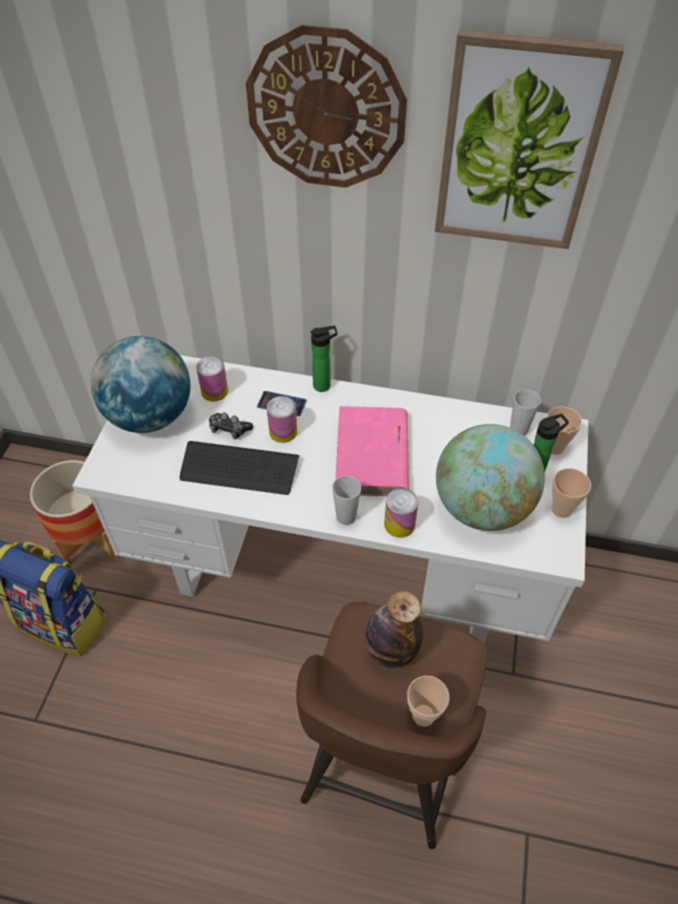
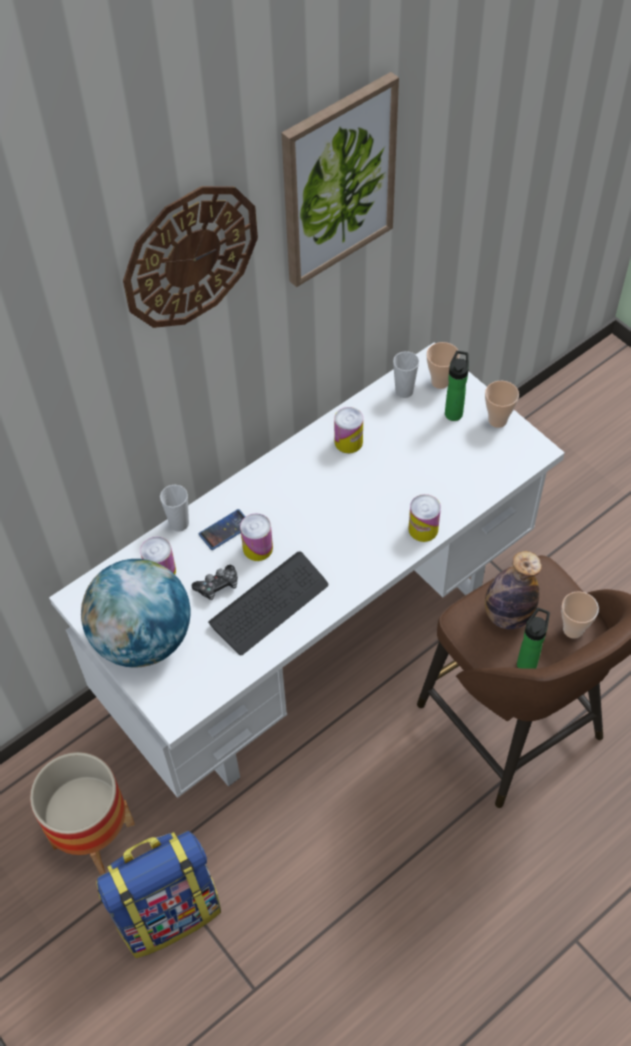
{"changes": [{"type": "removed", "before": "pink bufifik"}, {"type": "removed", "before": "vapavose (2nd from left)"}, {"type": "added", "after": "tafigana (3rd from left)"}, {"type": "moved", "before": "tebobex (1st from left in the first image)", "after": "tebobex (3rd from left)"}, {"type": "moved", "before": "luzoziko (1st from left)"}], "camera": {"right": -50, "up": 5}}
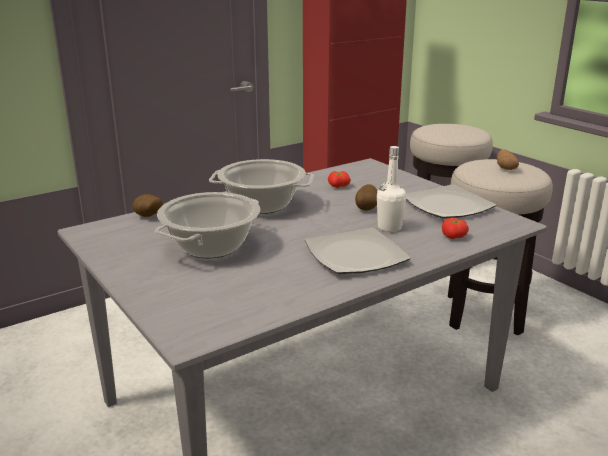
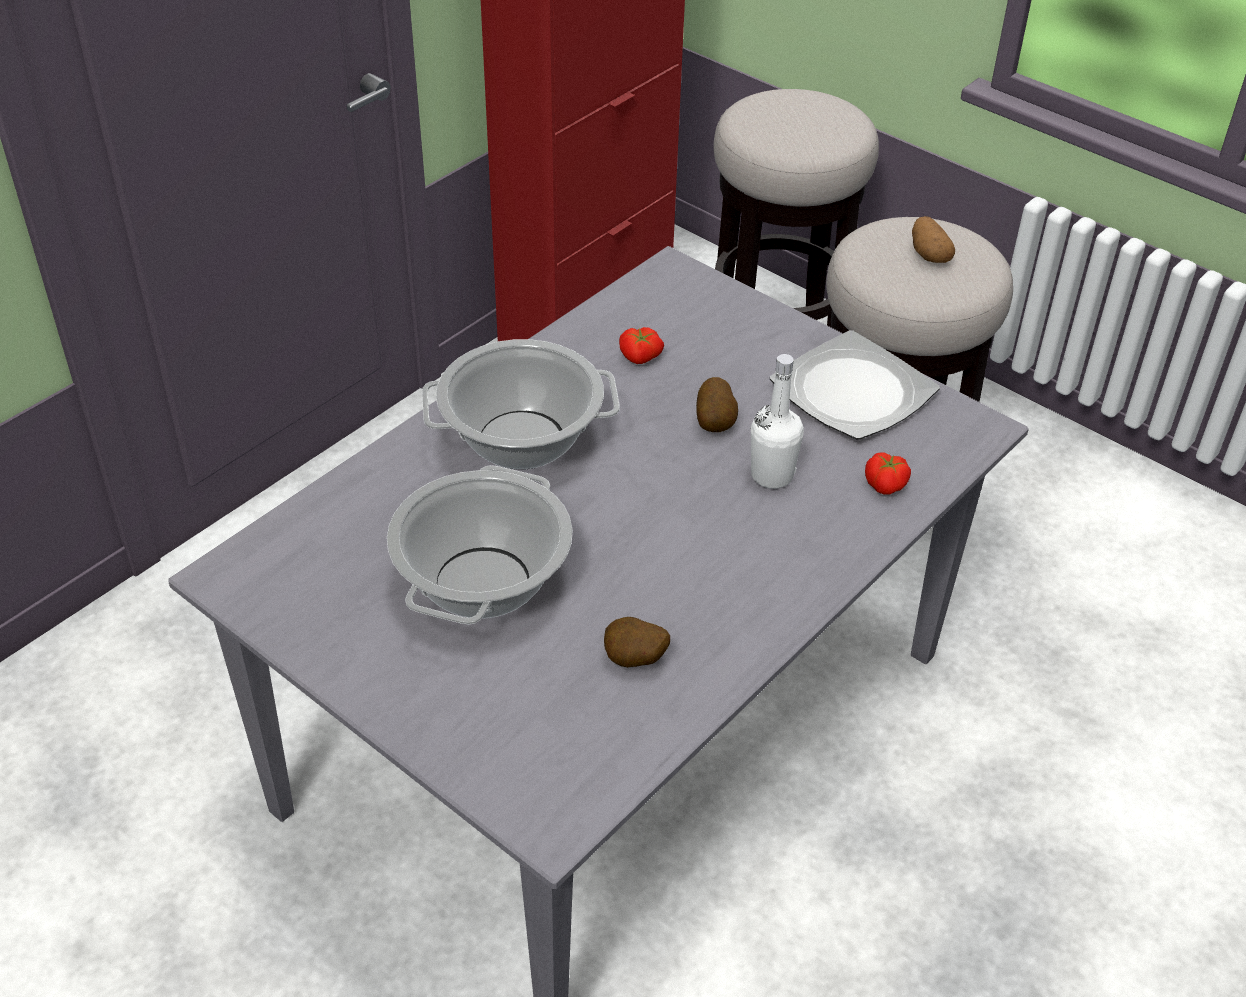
{"changes": [{"type": "removed", "before": "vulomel (1st from left)"}, {"type": "moved", "before": "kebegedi (1st from left)"}], "camera": {"right": -15, "up": 20}}
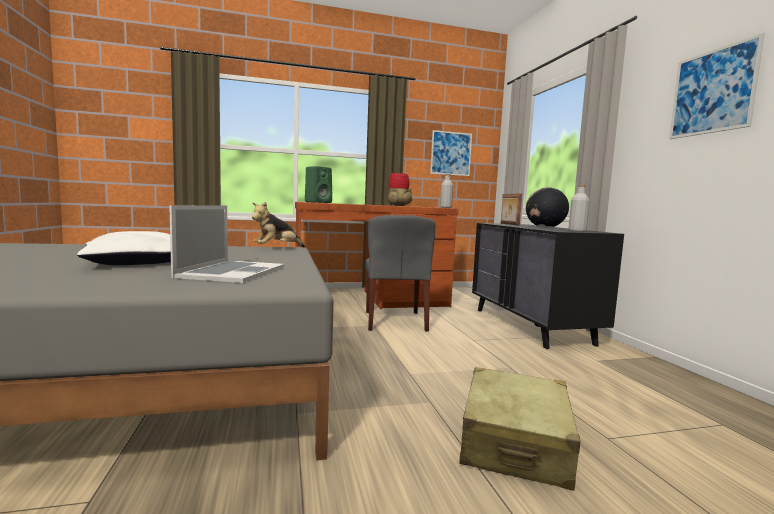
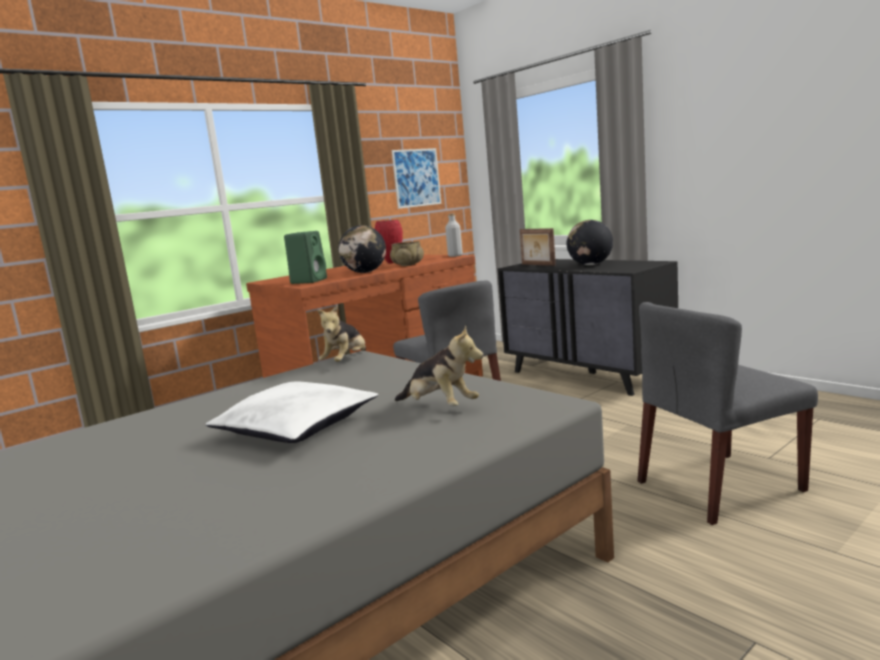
{"changes": [{"type": "removed", "before": "grey tebobex (2nd from left)"}, {"type": "removed", "before": "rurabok (2nd from left)"}, {"type": "added", "after": "vapavose (1st from left)"}, {"type": "replaced", "before": "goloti", "after": "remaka (2nd from left)"}, {"type": "replaced", "before": "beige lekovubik", "after": "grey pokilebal (2nd from left)"}], "camera": {"right": -25, "up": 5}}
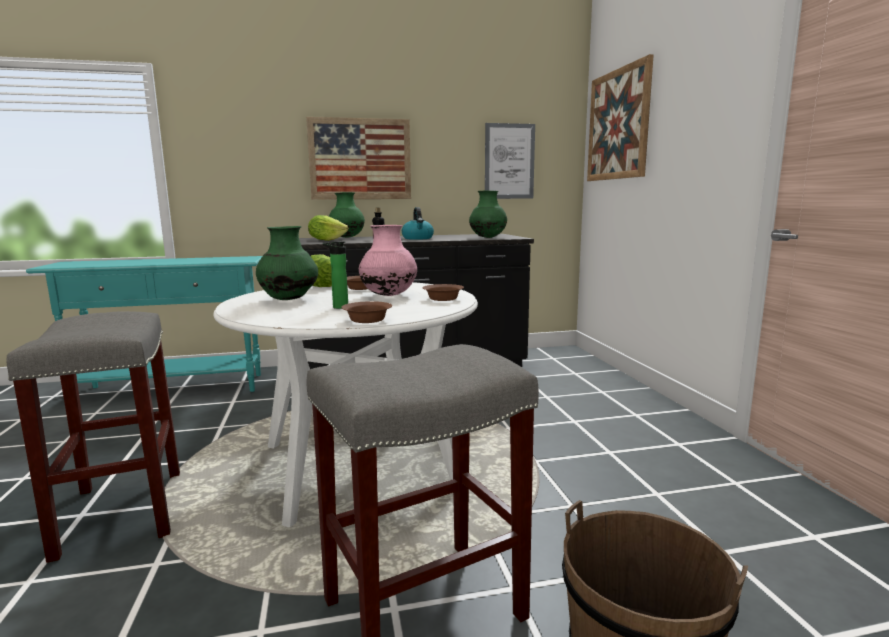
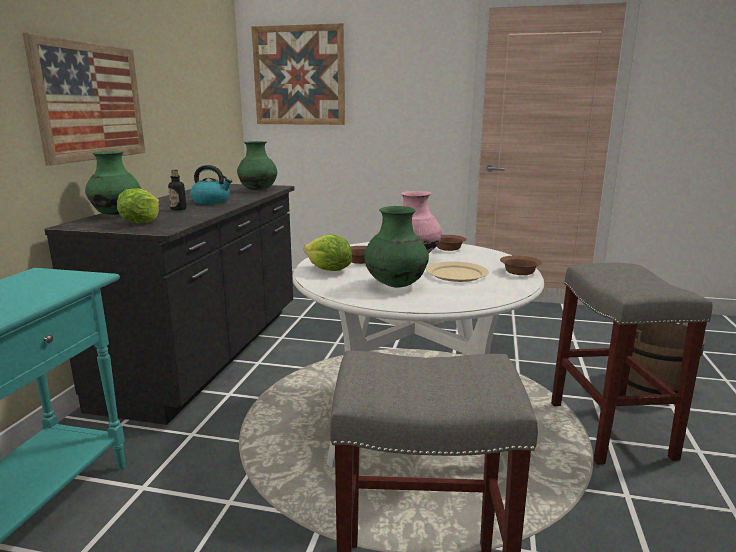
{"changes": [{"type": "removed", "before": "rurabok (2nd from left)"}, {"type": "replaced", "before": "tebobex (1st from left)", "after": "beige vulomel"}], "camera": {"right": -65, "up": 5}}
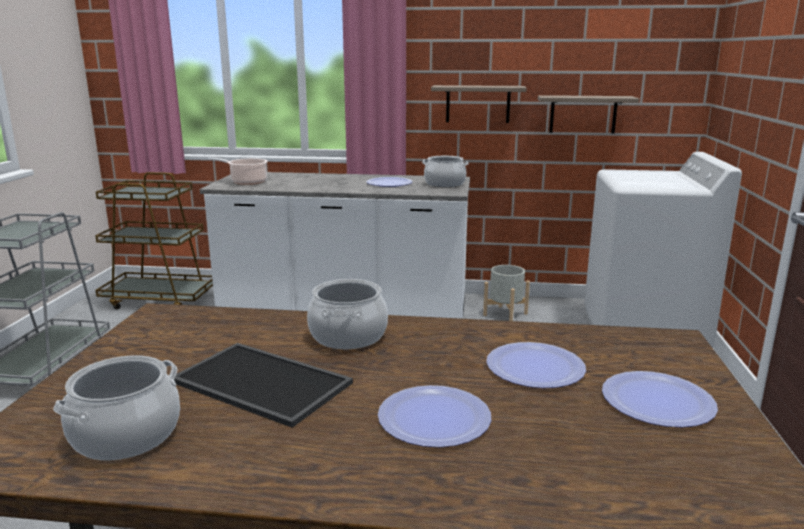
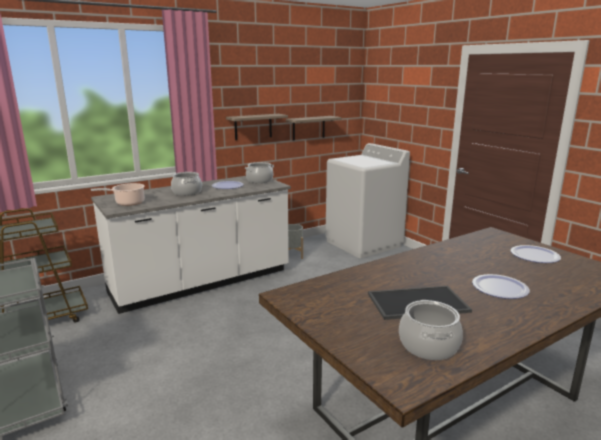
{"changes": [{"type": "removed", "before": "vulomel (3rd from left)"}, {"type": "moved", "before": "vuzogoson (3rd from left in the first image)", "after": "vuzogoson (2nd from left)"}], "camera": {"right": -40, "up": 0}}
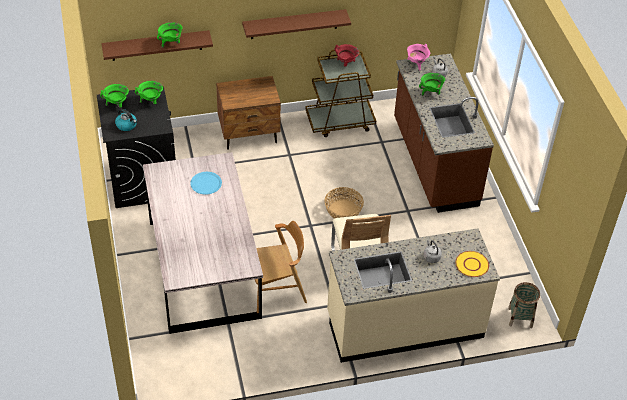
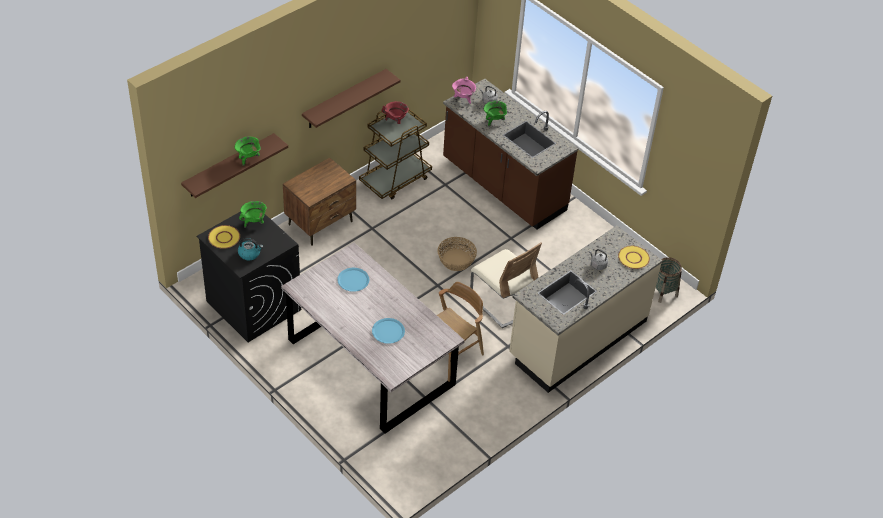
{"changes": [{"type": "added", "after": "blue vulomel (2nd from left)"}, {"type": "replaced", "before": "green vuzogoson (1st from left)", "after": "yellow vulomel (1st from left)"}], "camera": {"right": -30, "up": 0}}
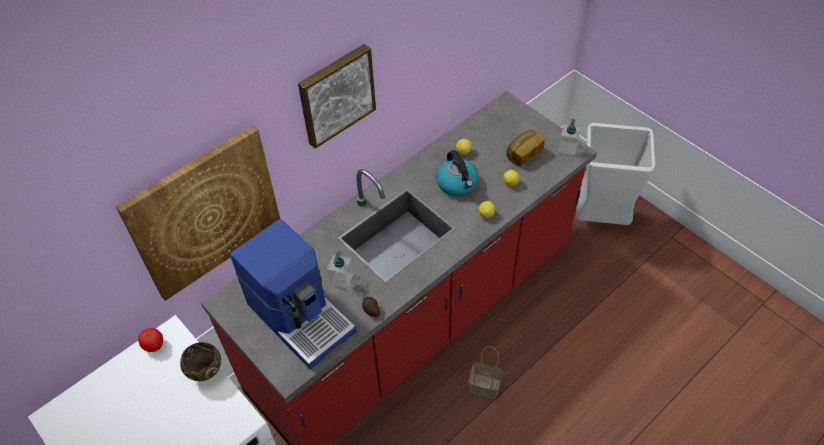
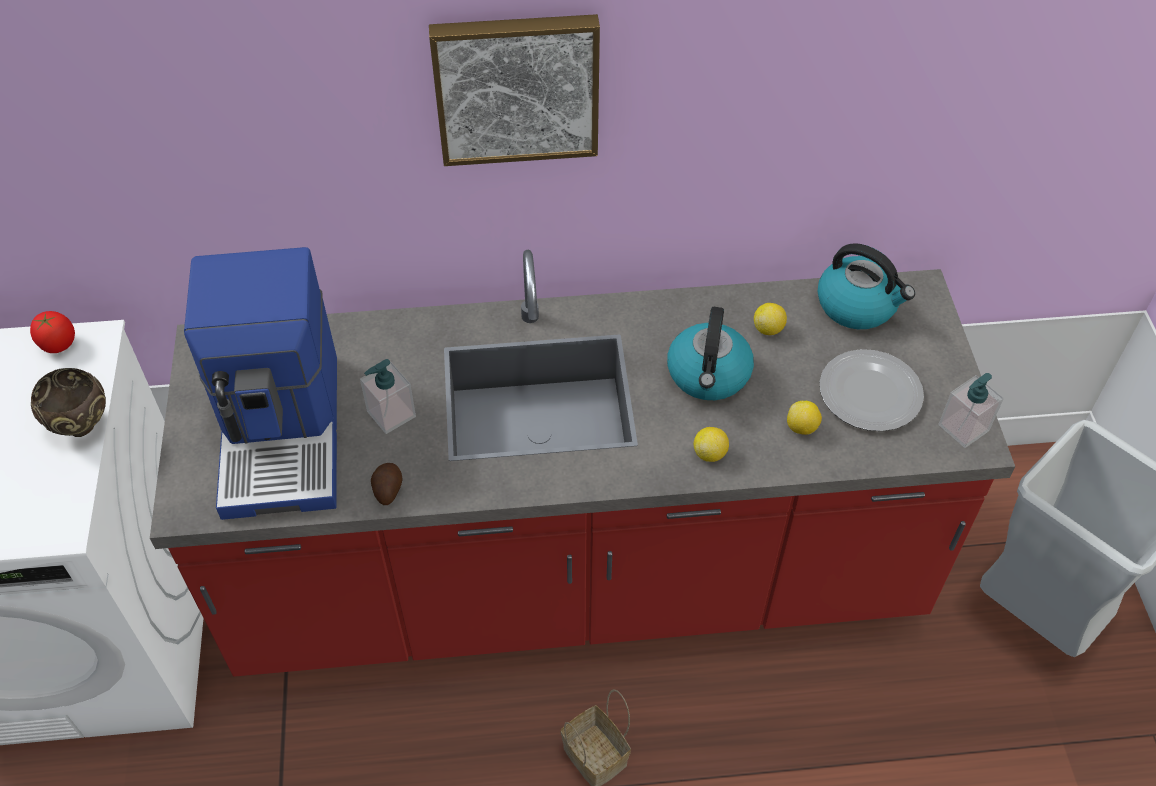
{"changes": [{"type": "removed", "before": "rurabok (1st from left)"}, {"type": "added", "after": "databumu (2nd from left)"}, {"type": "replaced", "before": "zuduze", "after": "vulomel"}], "camera": {"right": 35, "up": 0}}
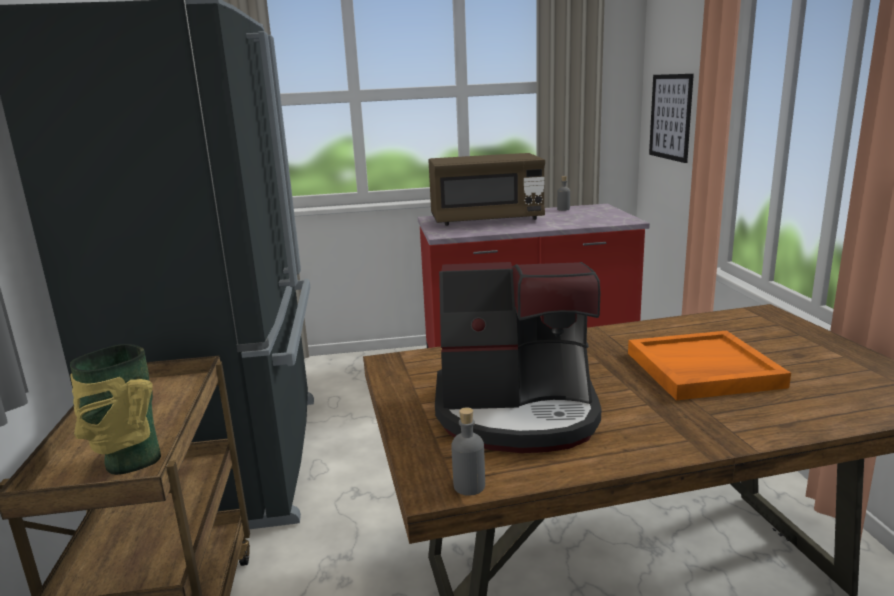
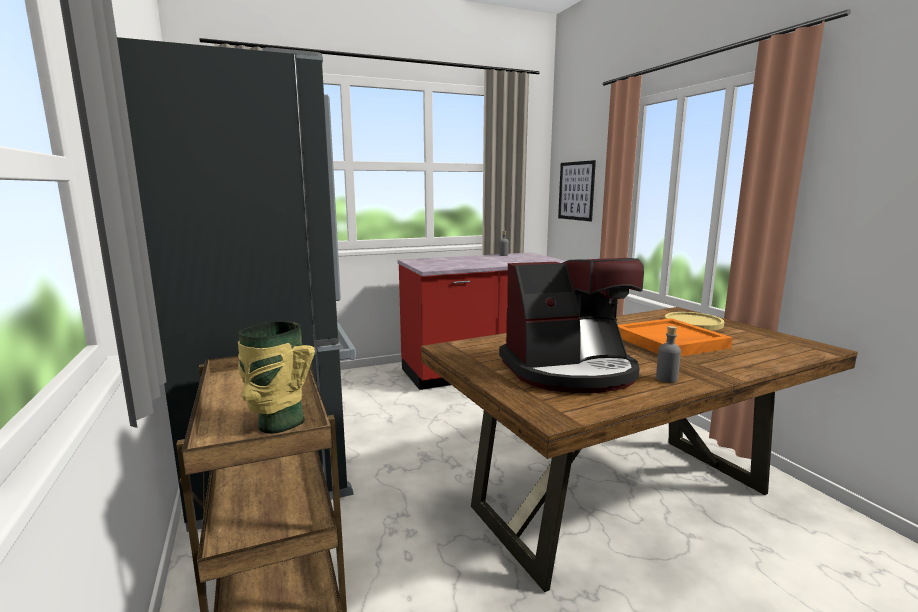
{"changes": [{"type": "removed", "before": "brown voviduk"}, {"type": "added", "after": "yellow vulomel"}, {"type": "moved", "before": "grey tebobex (1st from left in the first image)", "after": "grey tebobex (2nd from left)"}], "camera": {"right": -15, "up": -5}}
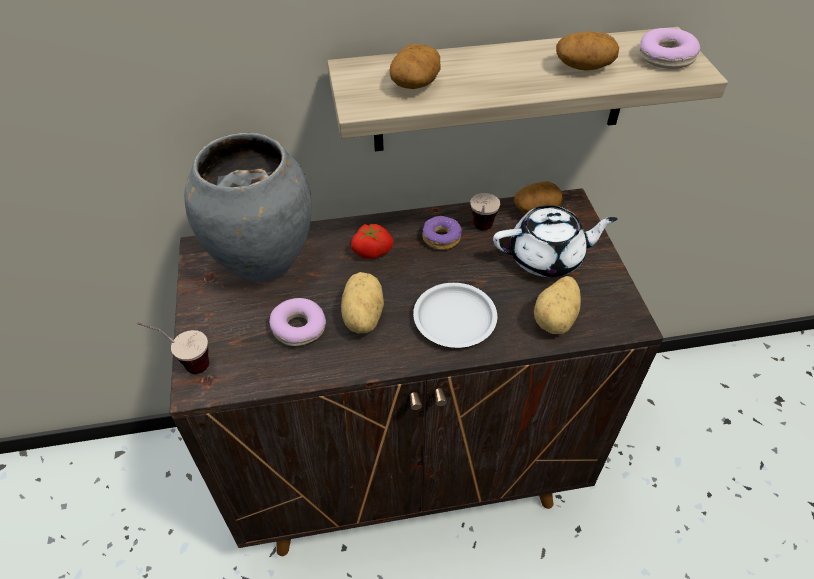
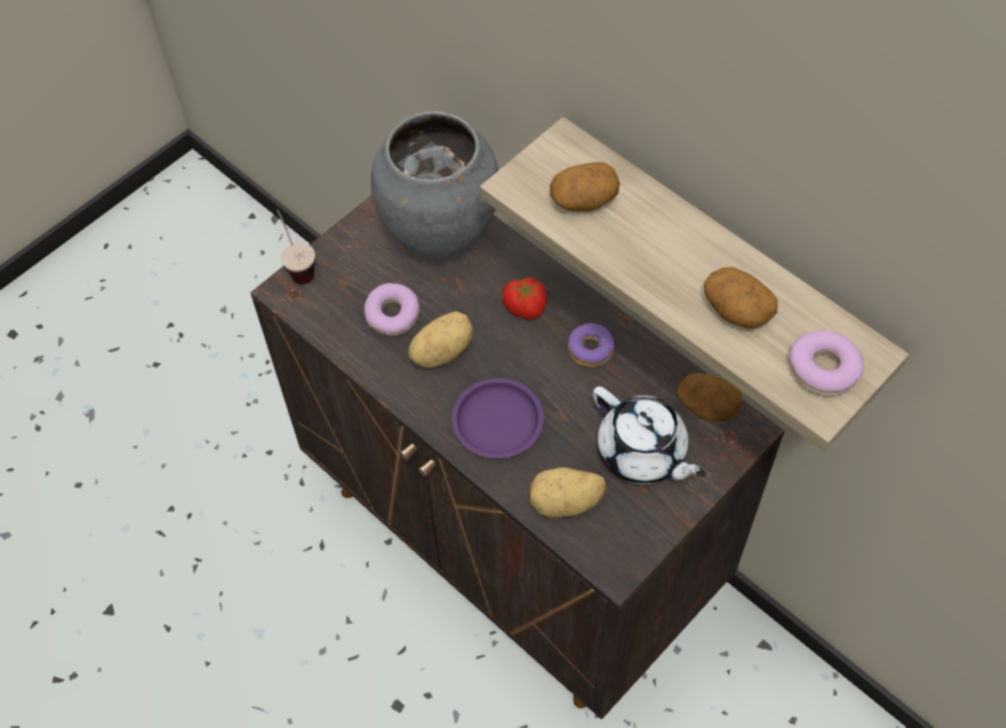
{"changes": [{"type": "removed", "before": "luzoziko (2nd from left)"}, {"type": "recoloured", "before": "white vulomel", "after": "purple vulomel"}], "camera": {"right": 55, "up": 10}}
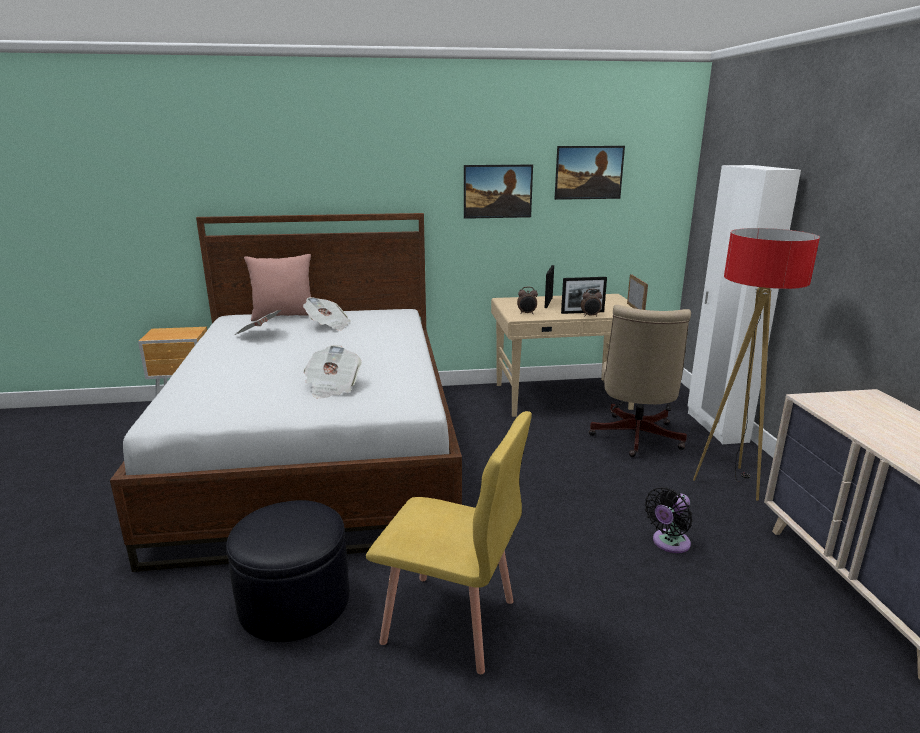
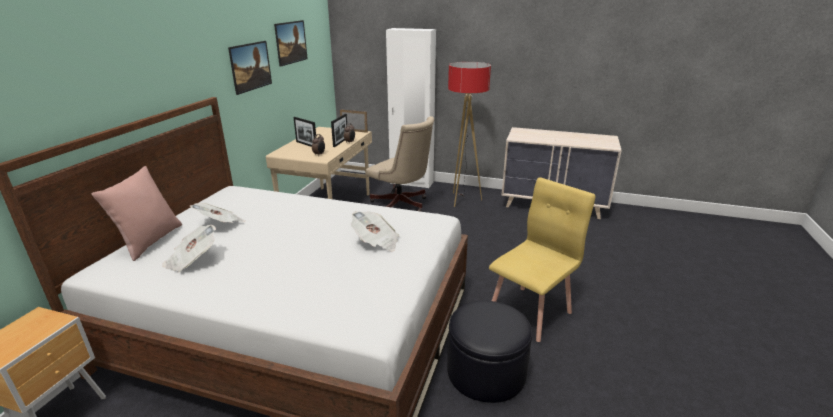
{"changes": [{"type": "removed", "before": "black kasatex"}], "camera": {"right": -65, "up": 5}}
